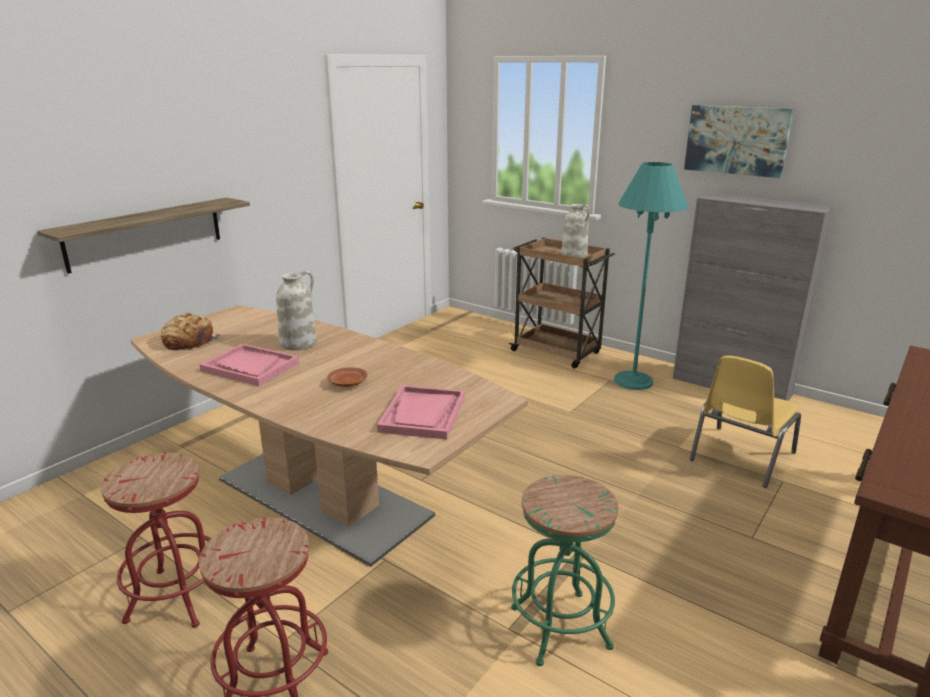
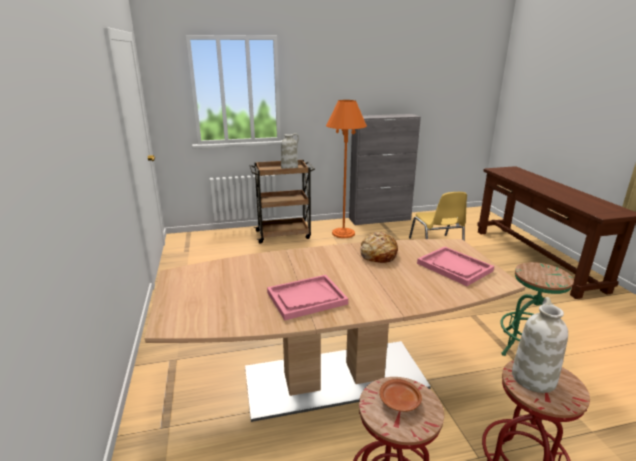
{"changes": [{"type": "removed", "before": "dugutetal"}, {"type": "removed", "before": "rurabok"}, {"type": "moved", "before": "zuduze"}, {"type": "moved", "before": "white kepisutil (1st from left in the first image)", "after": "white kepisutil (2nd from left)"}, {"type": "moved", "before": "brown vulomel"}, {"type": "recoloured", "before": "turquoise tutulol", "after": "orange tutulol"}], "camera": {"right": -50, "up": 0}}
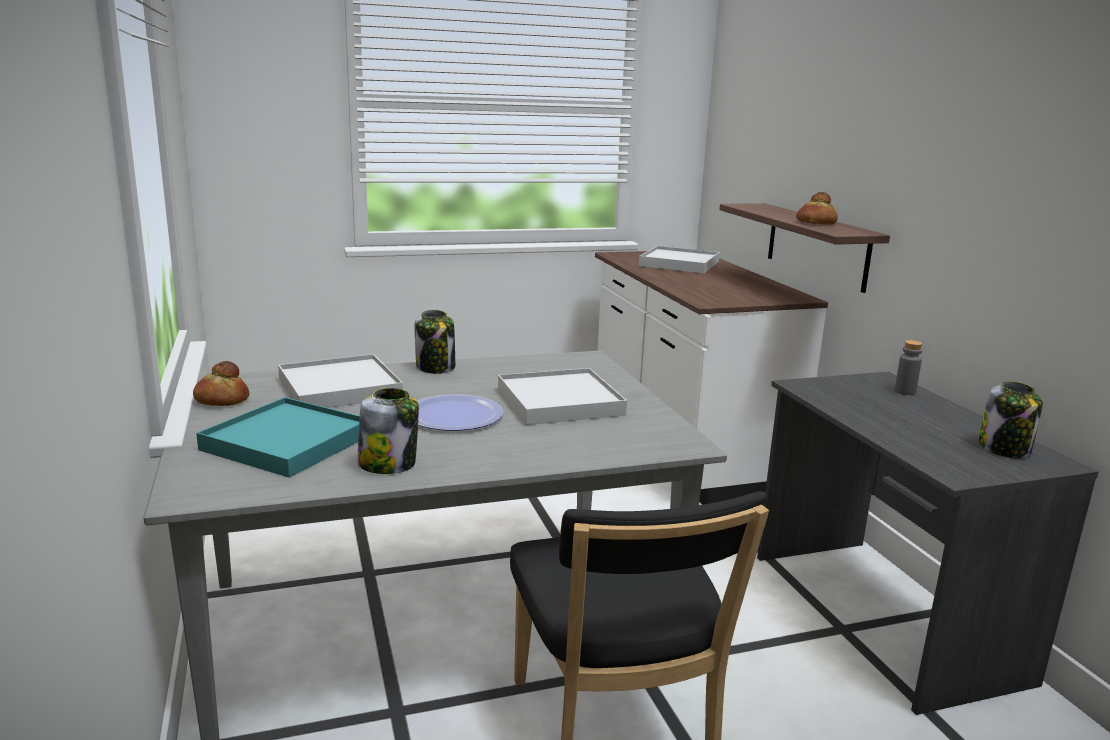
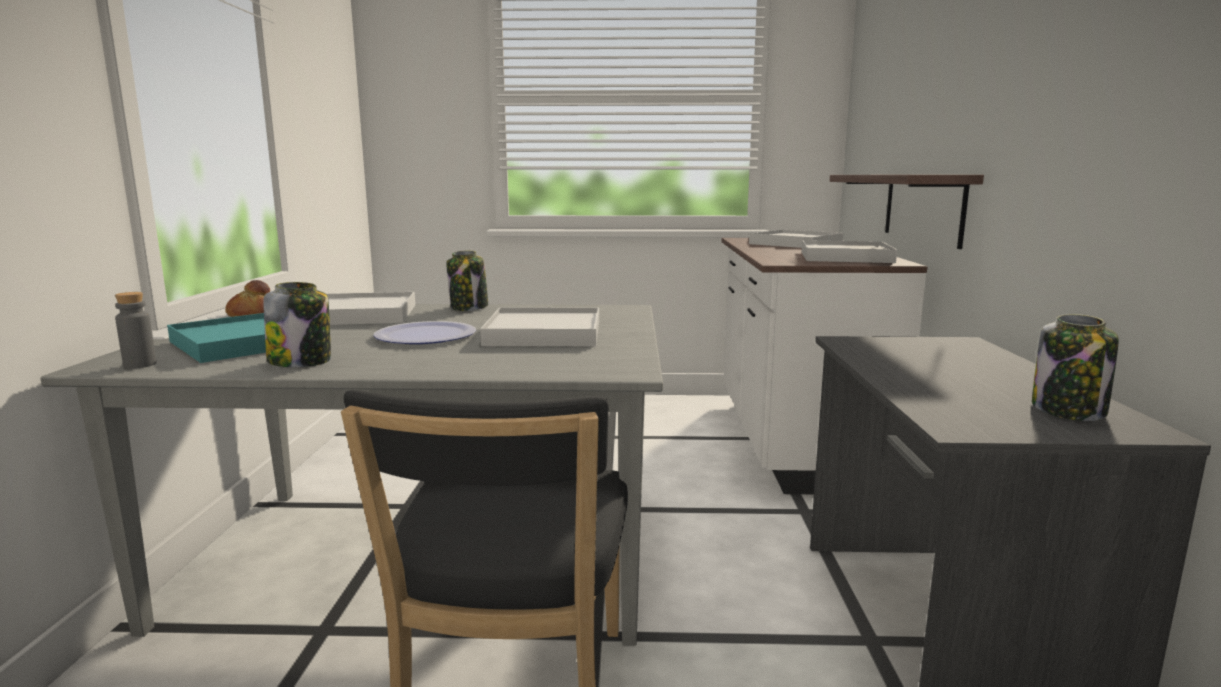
{"changes": [{"type": "removed", "before": "zuduze (2nd from left)"}, {"type": "added", "after": "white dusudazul (4th from left)"}, {"type": "moved", "before": "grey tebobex"}], "camera": {"right": 20, "up": -5}}
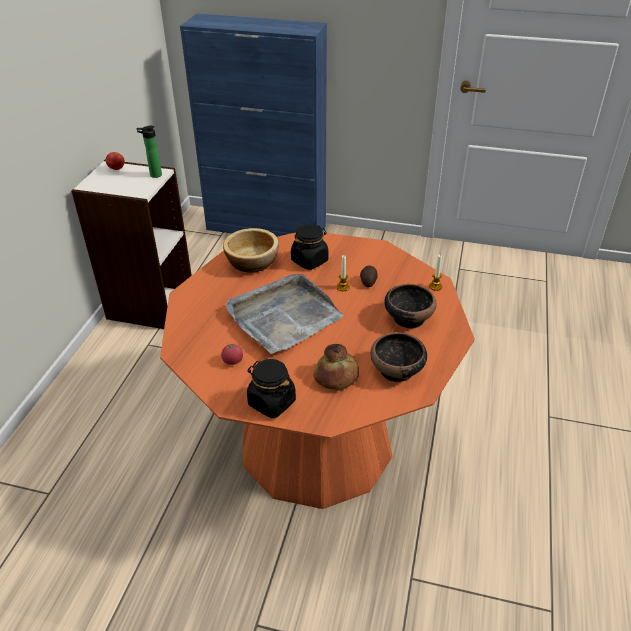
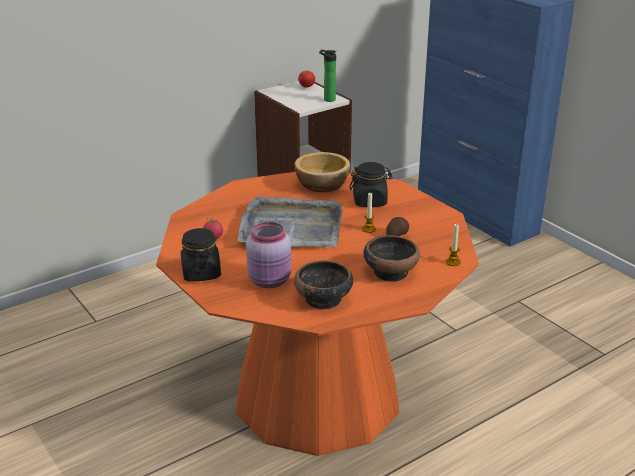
{"changes": [{"type": "replaced", "before": "zuduze", "after": "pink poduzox"}], "camera": {"right": 40, "up": -10}}
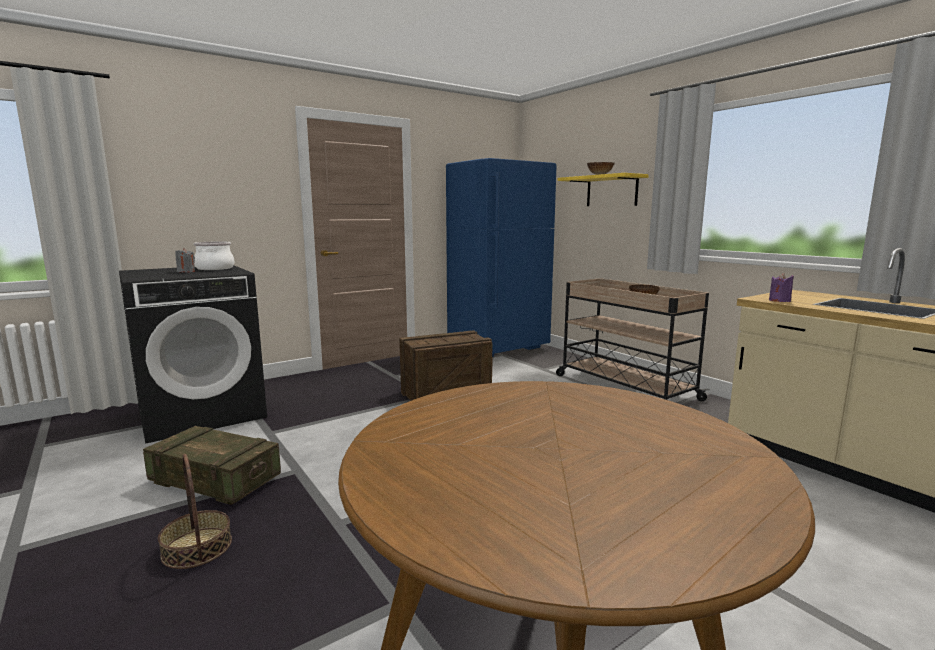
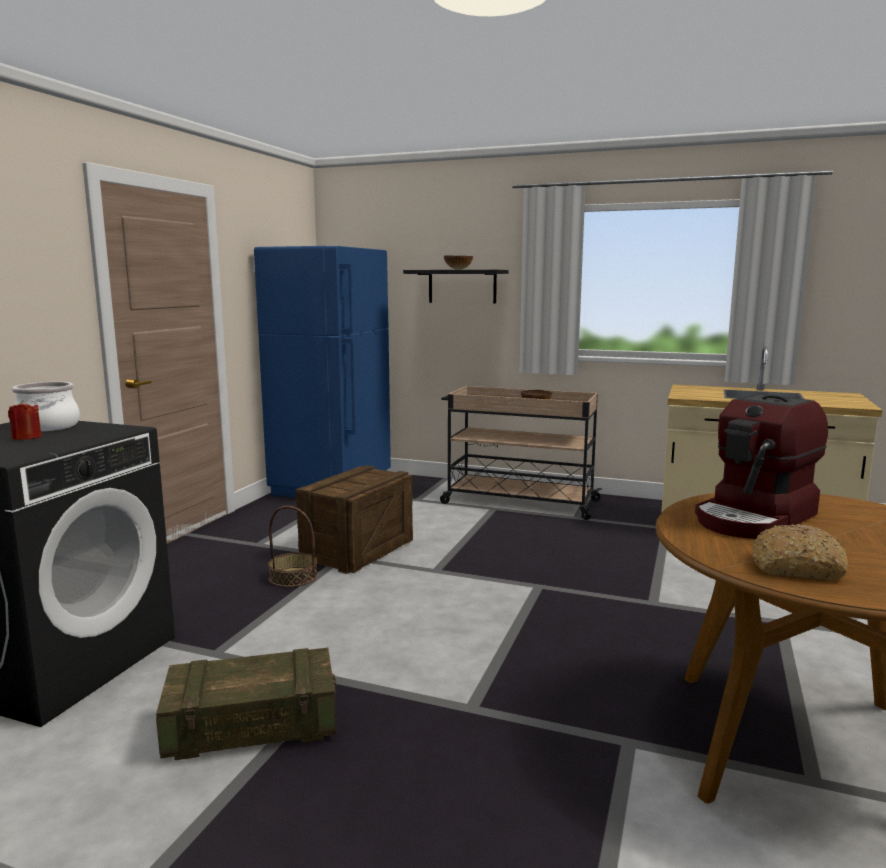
{"changes": [{"type": "removed", "before": "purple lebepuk"}, {"type": "added", "after": "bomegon"}, {"type": "added", "after": "zuduze"}, {"type": "moved", "before": "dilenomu"}, {"type": "recoloured", "before": "grey lebepuk", "after": "red lebepuk"}, {"type": "recoloured", "before": "yellow dugutetal", "after": "black dugutetal"}], "camera": {"right": -35, "up": 0}}
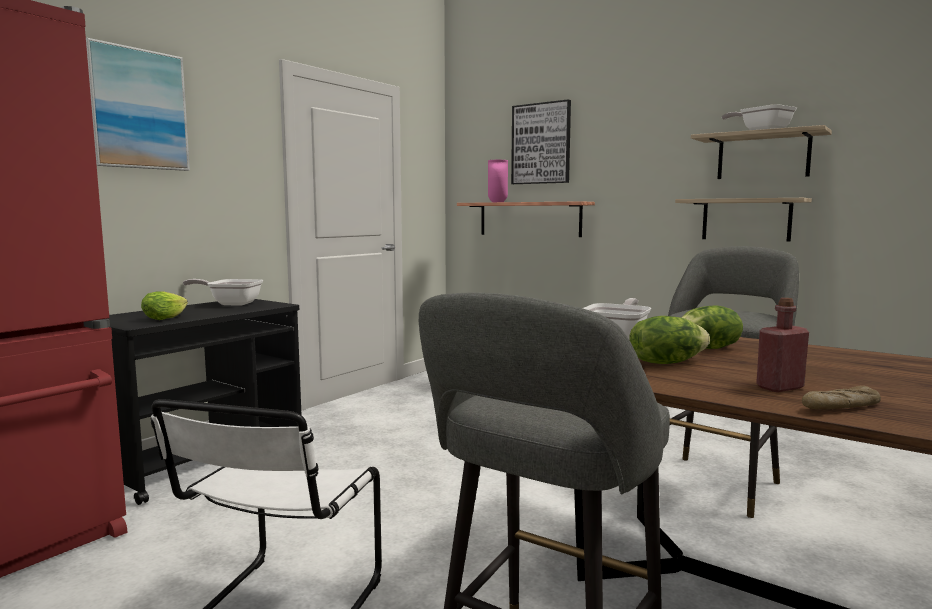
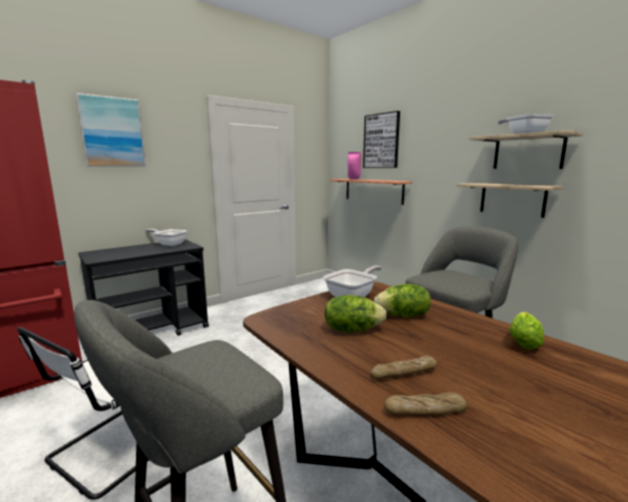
{"changes": [{"type": "moved", "before": "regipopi (1st from left in the first image)", "after": "regipopi (3rd from left)"}, {"type": "replaced", "before": "red tebobex", "after": "zuduze (1st from left)"}], "camera": {"right": 15, "up": 5}}
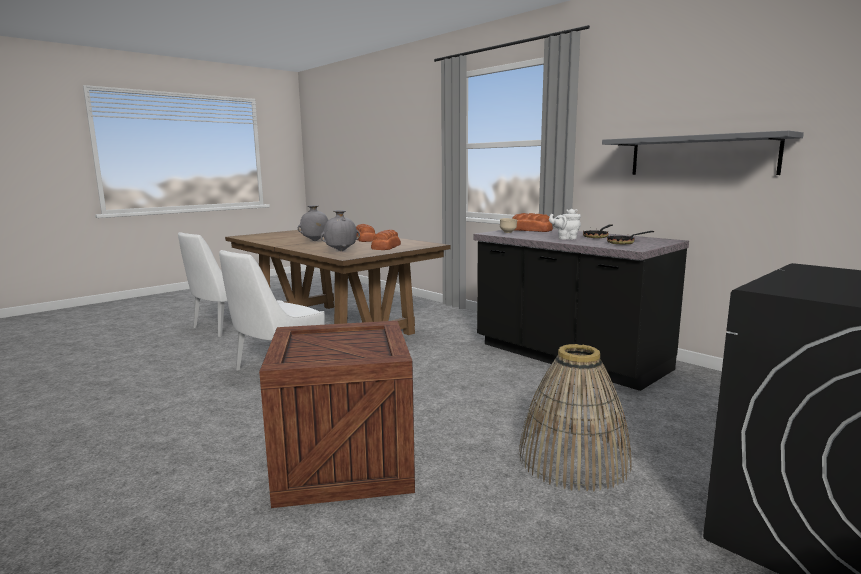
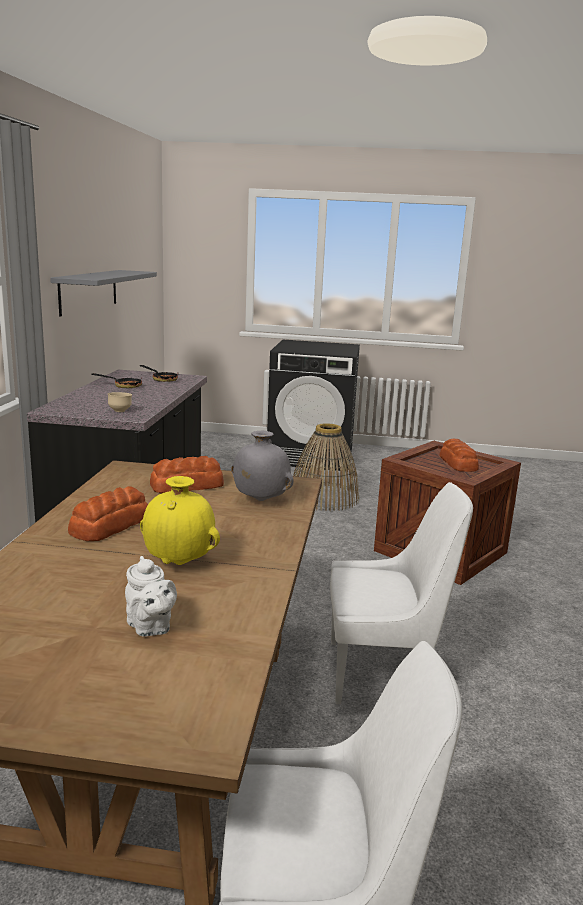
{"changes": [{"type": "moved", "before": "zuduze (3rd from left)"}, {"type": "moved", "before": "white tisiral"}, {"type": "recoloured", "before": "grey kepisutil (1st from left)", "after": "yellow kepisutil"}], "camera": {"right": -130, "up": 5}}
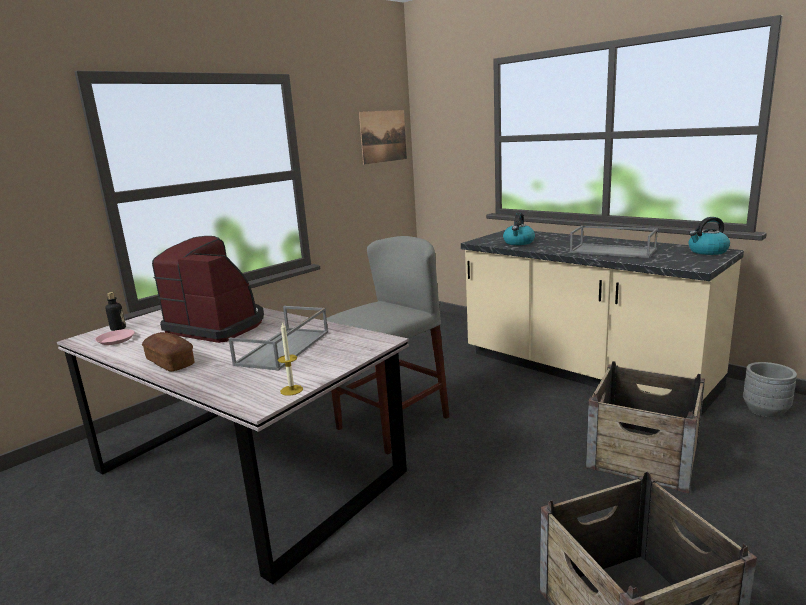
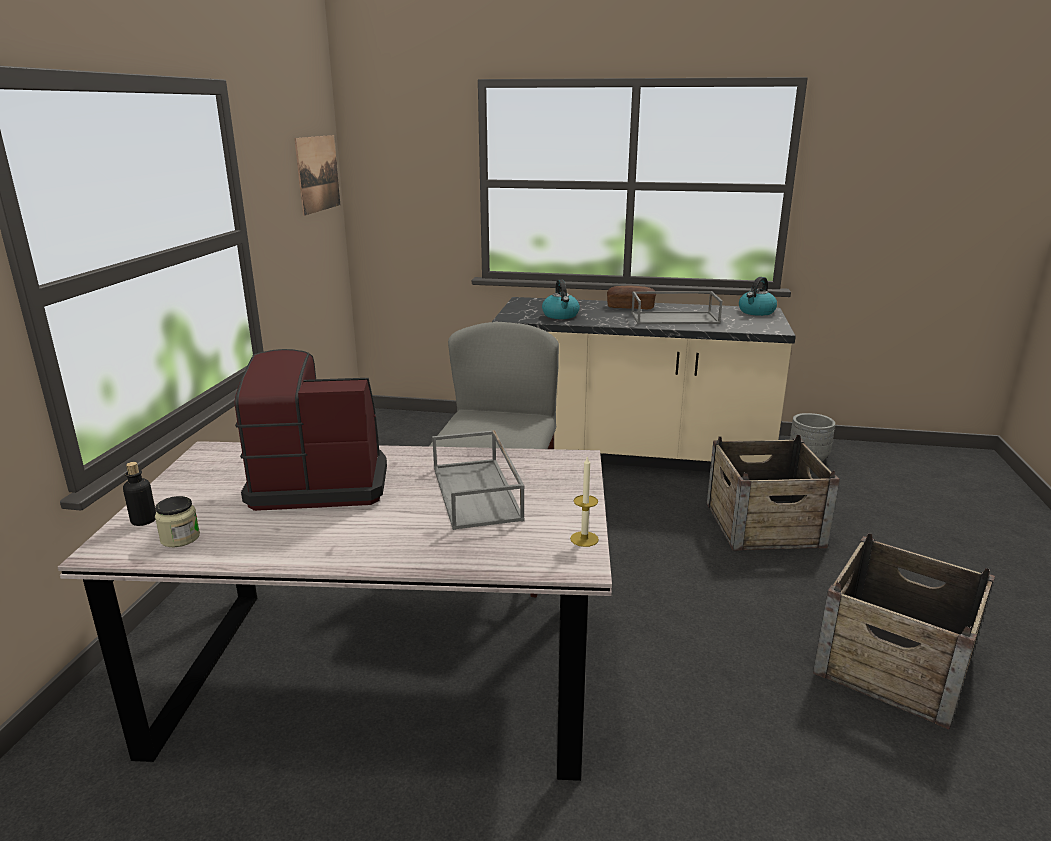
{"changes": [{"type": "moved", "before": "zuduze"}, {"type": "replaced", "before": "pink vulomel", "after": "poduzox"}], "camera": {"right": -35, "up": 5}}
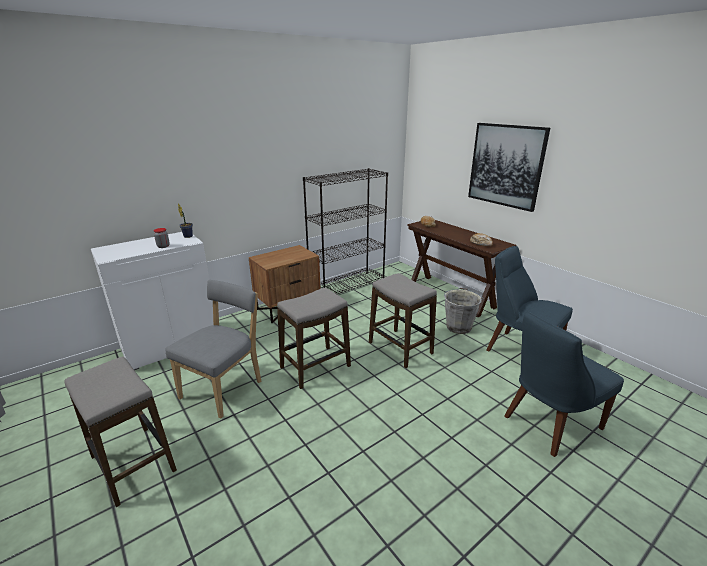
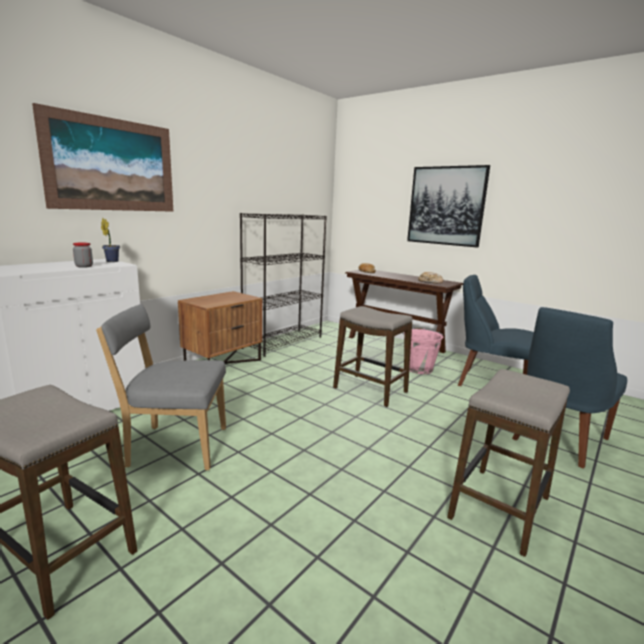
{"changes": [{"type": "added", "after": "rurabok (1st from left)"}, {"type": "moved", "before": "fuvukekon (2nd from left in the first image)", "after": "fuvukekon (3rd from left)"}, {"type": "recoloured", "before": "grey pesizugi", "after": "pink pesizugi"}, {"type": "turned", "before": "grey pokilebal", "turn": -105}], "camera": {"right": -15, "up": -10}}
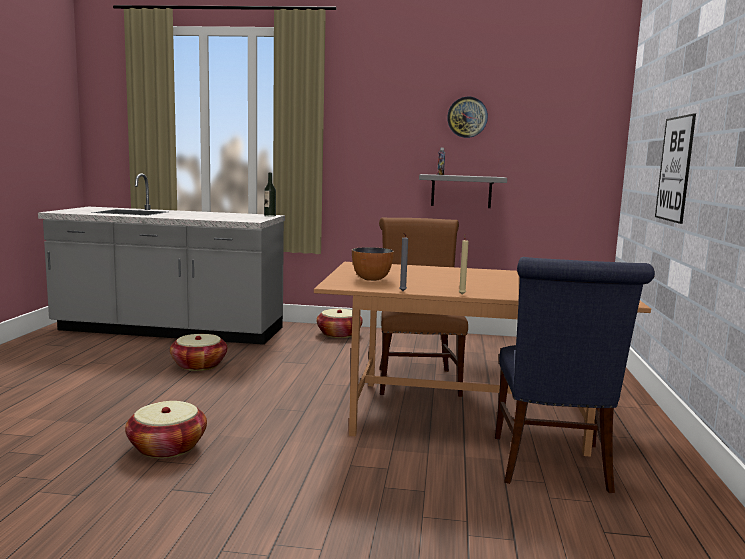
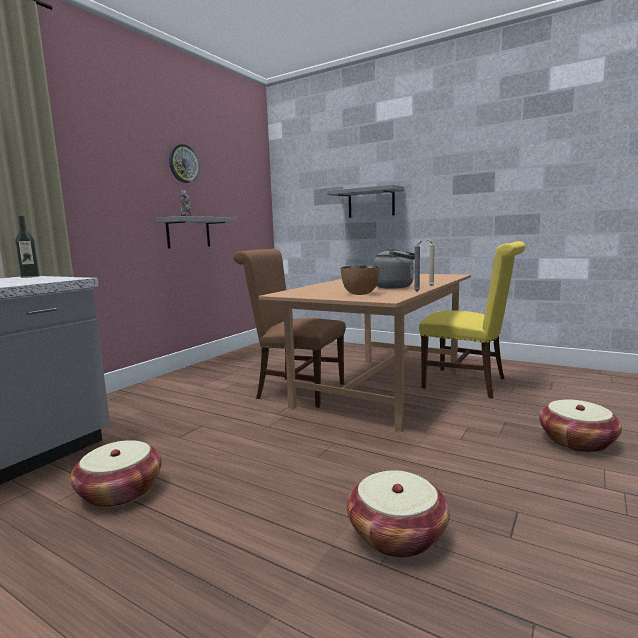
{"changes": [{"type": "added", "after": "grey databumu"}, {"type": "moved", "before": "dilenomu (3rd from left)"}, {"type": "replaced", "before": "rurabok", "after": "grey dugutetal (2nd from left)"}, {"type": "recoloured", "before": "blue pokilebal", "after": "yellow pokilebal"}], "camera": {"right": -65, "up": 0}}
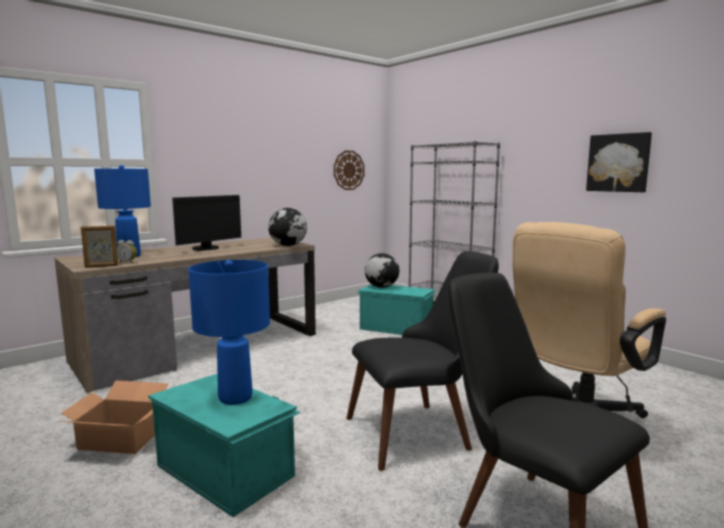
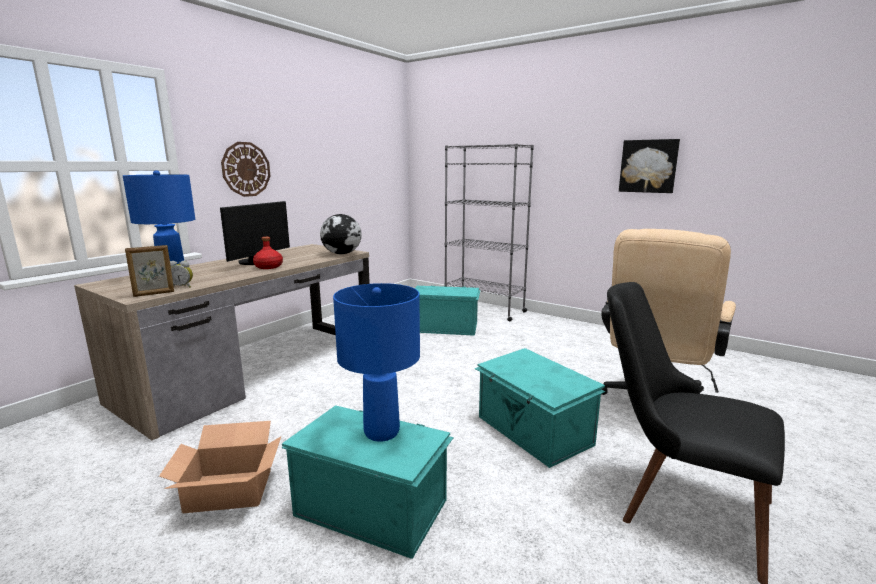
{"changes": [{"type": "removed", "before": "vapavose (2nd from left)"}, {"type": "added", "after": "red tebobex"}, {"type": "moved", "before": "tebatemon"}, {"type": "replaced", "before": "black pokilebal (1st from left)", "after": "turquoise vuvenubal (3rd from left)"}], "camera": {"right": -15, "up": 5}}
